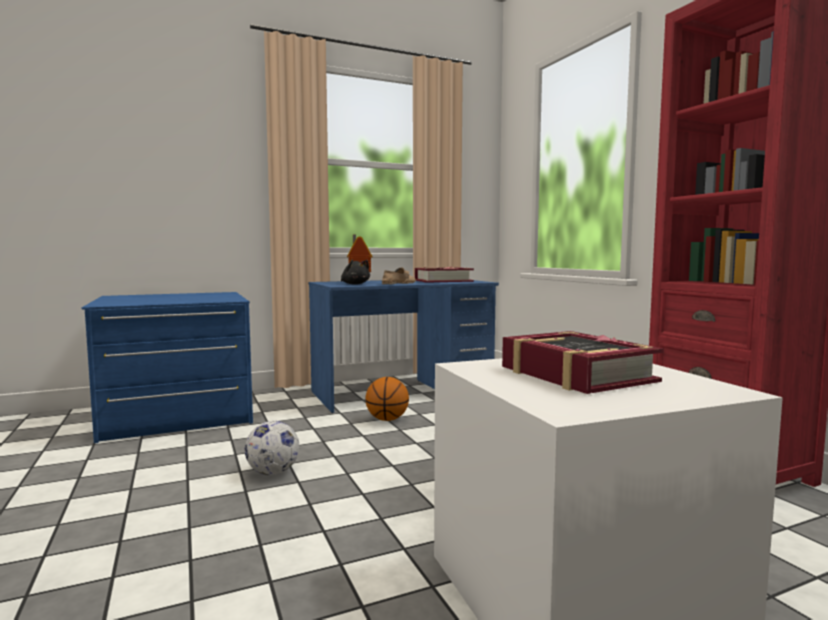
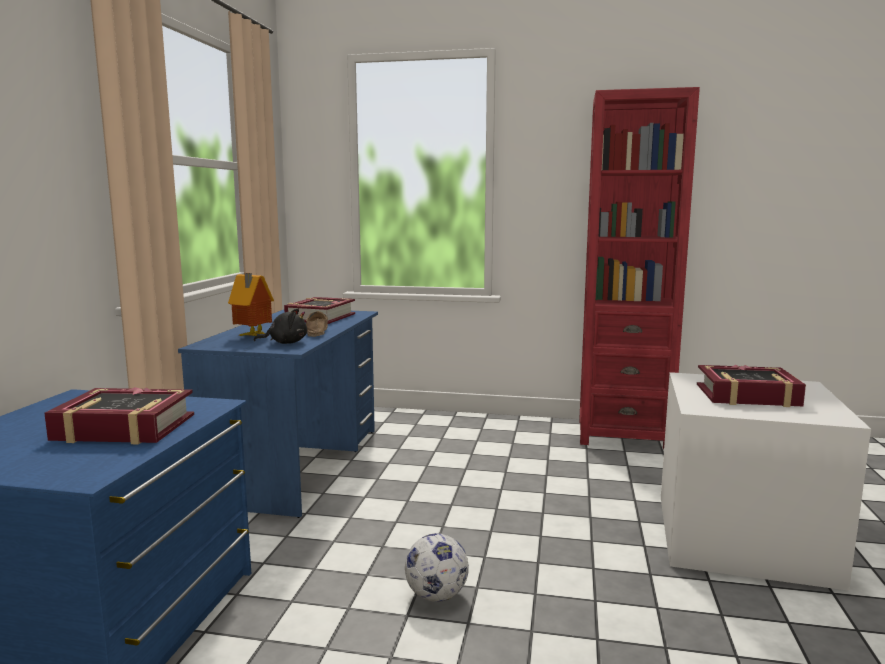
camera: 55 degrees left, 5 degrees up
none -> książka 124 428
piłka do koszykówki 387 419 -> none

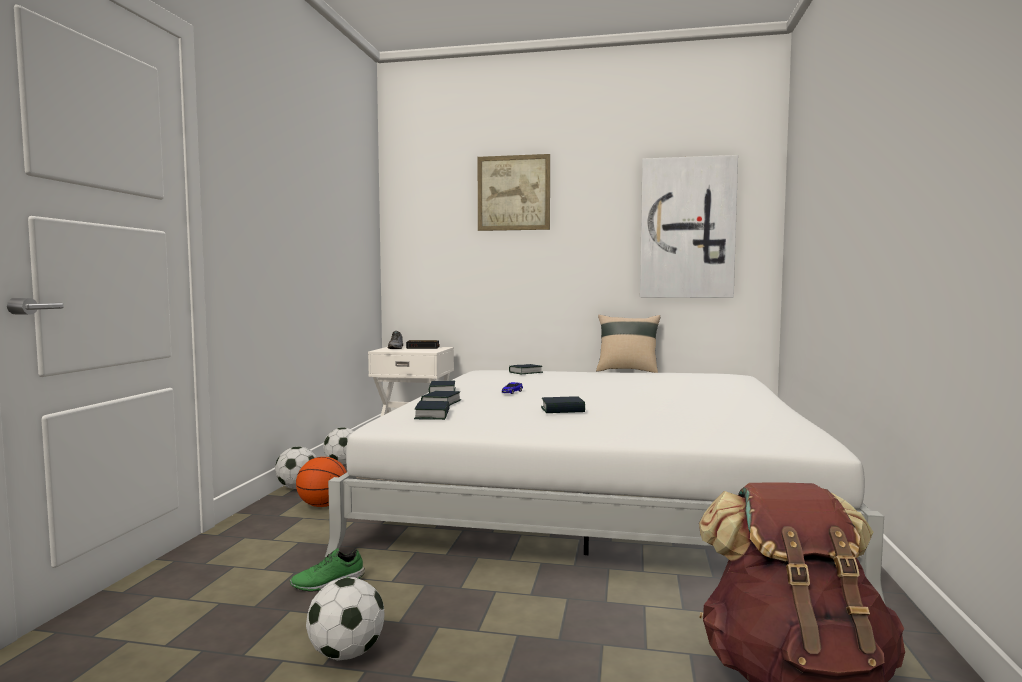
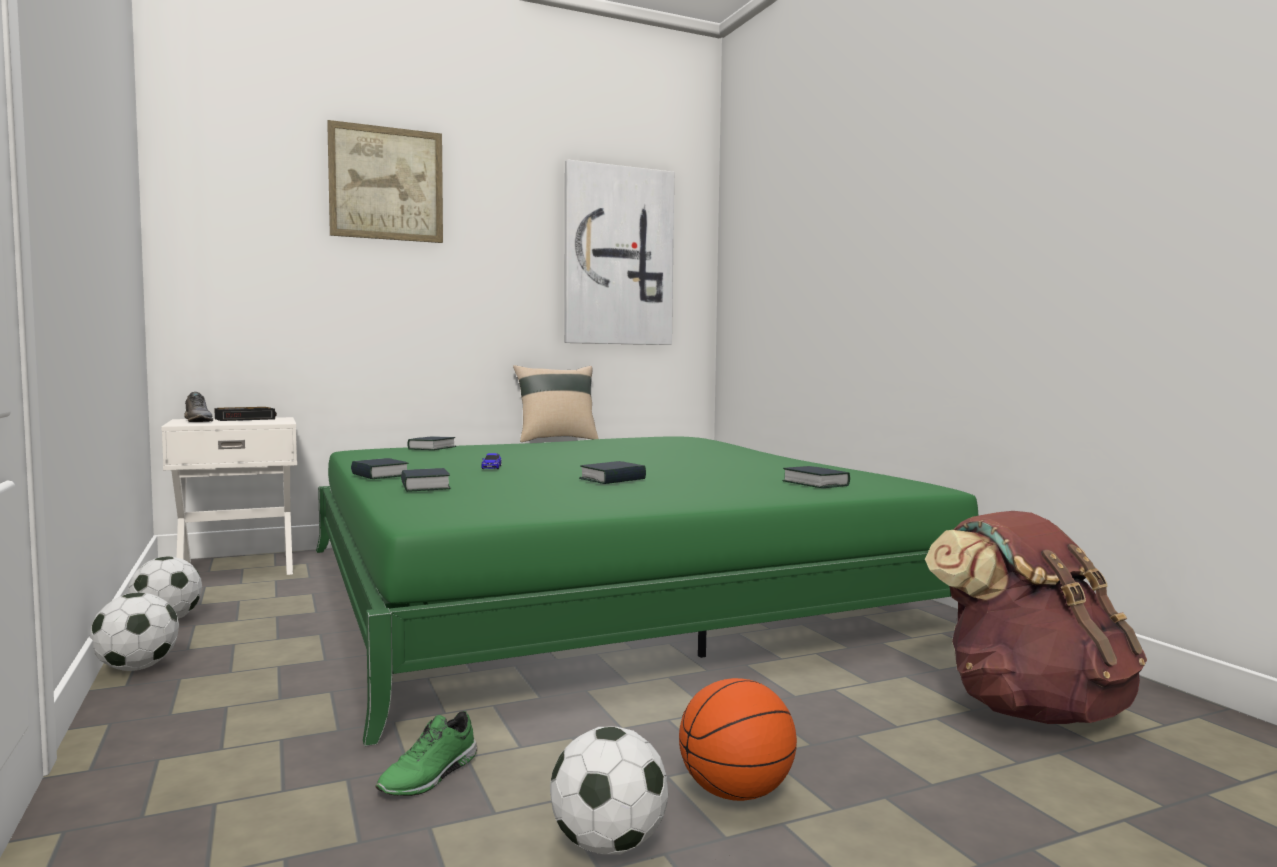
camera: 35 degrees left, 0 degrees up
łóżko (biały) 596 488 -> łóżko (zielony) 601 587
piłka do koszykówki 322 505 -> piłka do koszykówki 735 794, move
książka 432 415 -> książka 815 484, move

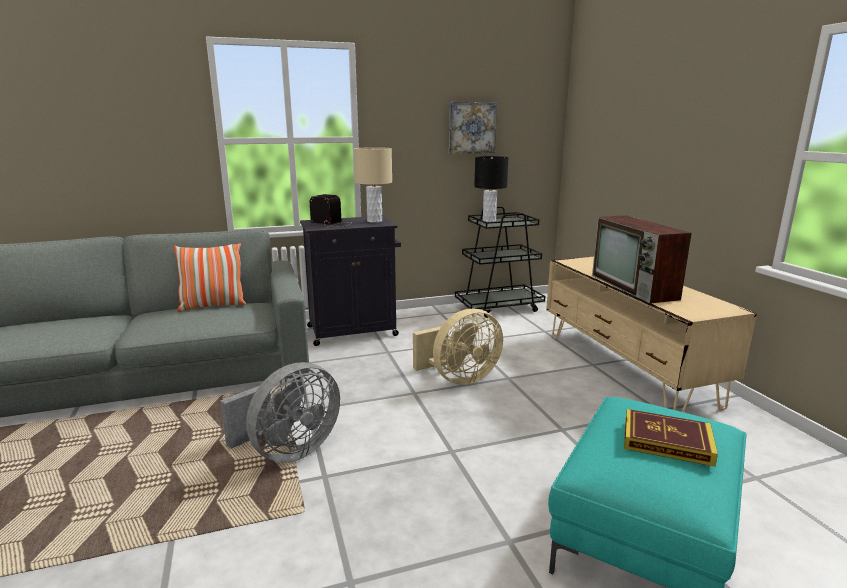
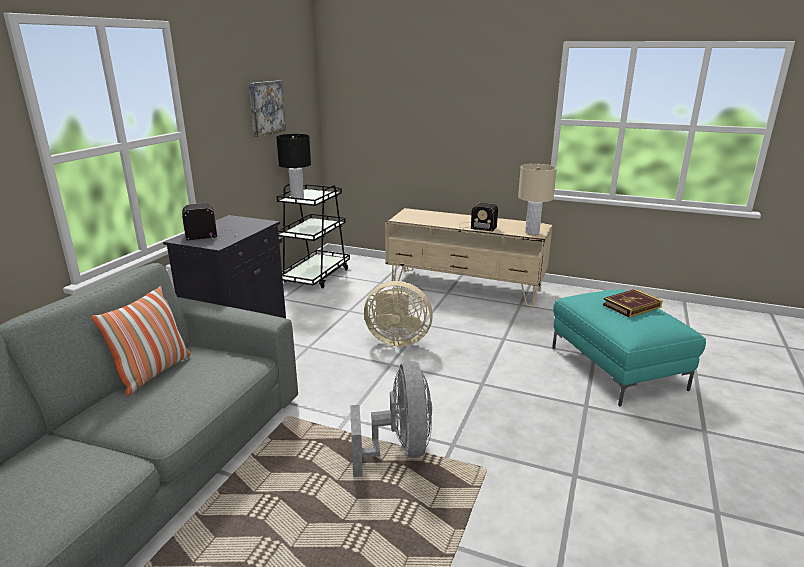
camera: 50 degrees left, 5 degrees up
wentylator (beżowy) 459 379 -> wentylator (beżowy) 397 340, 90 degrees clockwise
telewizor 635 287 -> radio 476 226
lampa stołowa (beżowy) 374 221 -> lampa stołowa (beżowy) 532 232, move

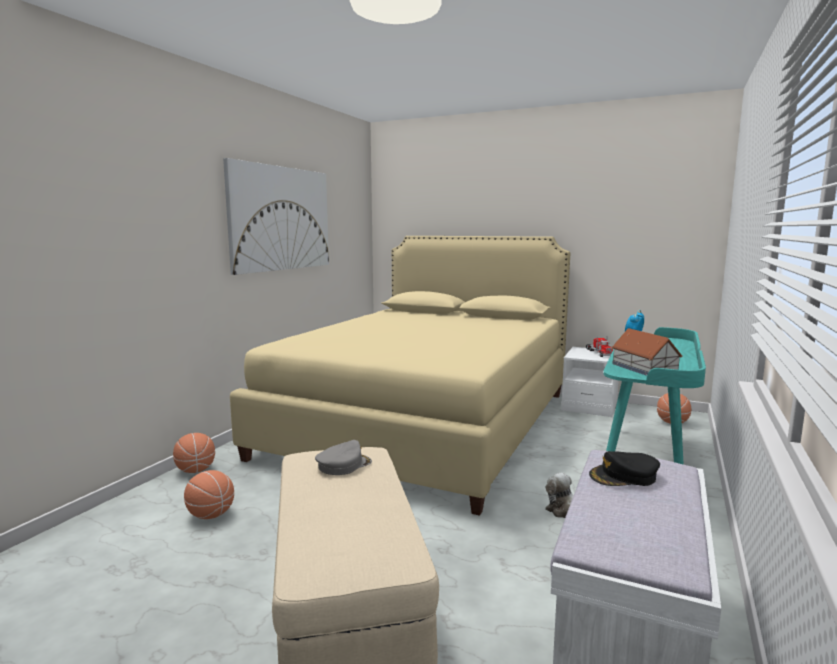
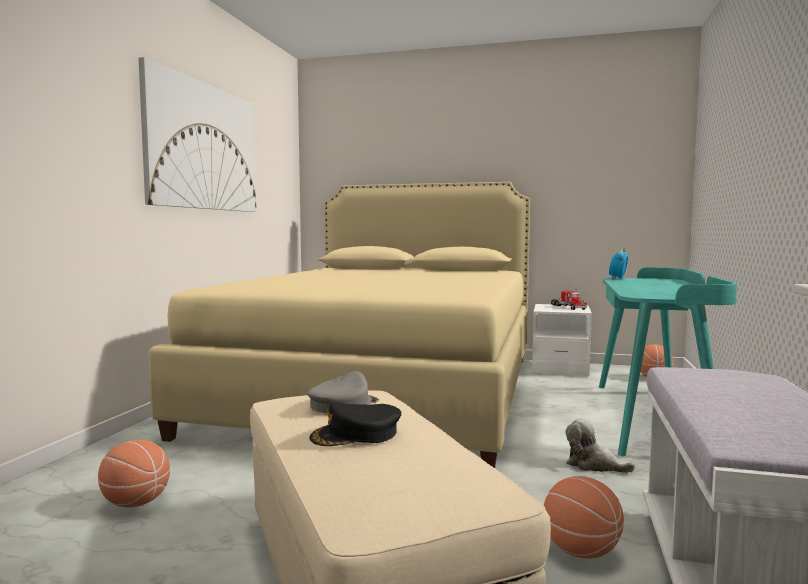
camera: 10 degrees left, 5 degrees down
czapka z daszkiem (czarny) 624 476 -> czapka z daszkiem (czarny) 356 435, move
piłka do koszykówki 195 470 -> piłka do koszykówki 581 552, move
domek 644 368 -> none

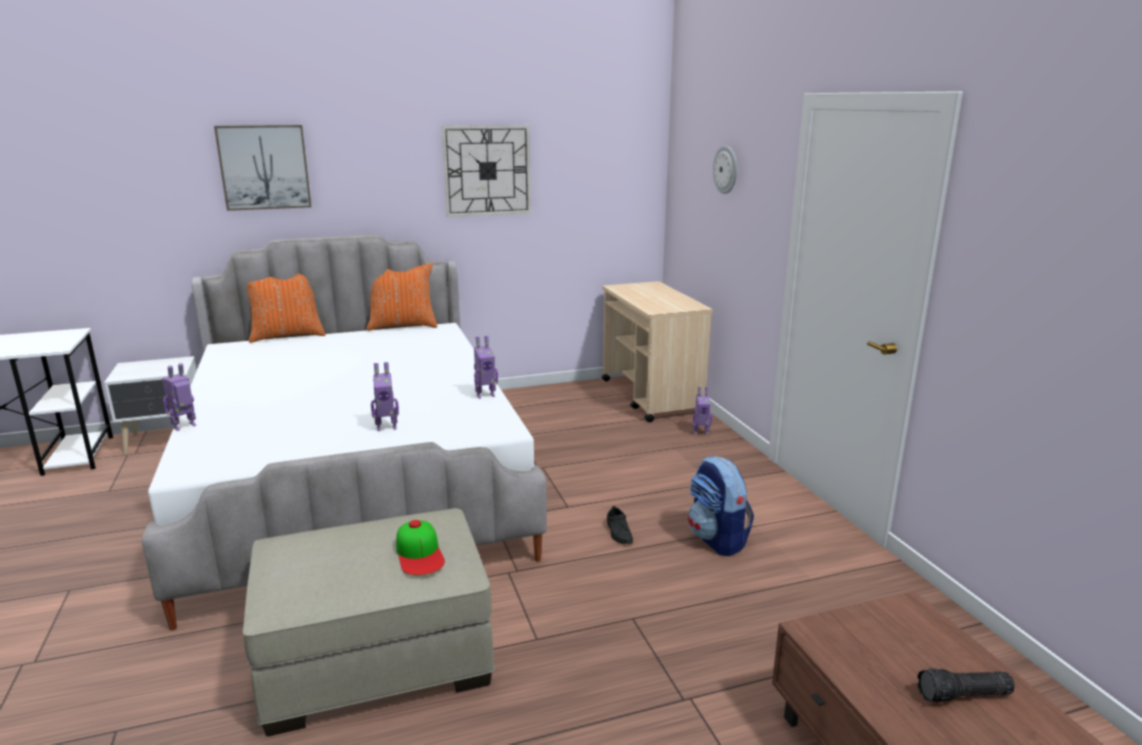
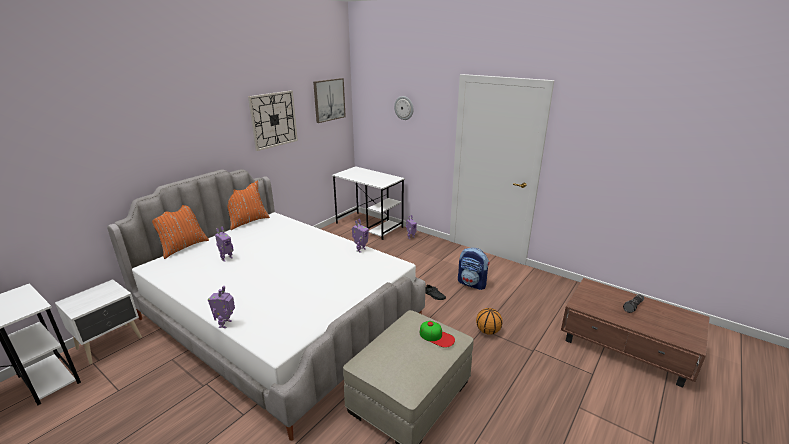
camera: 35 degrees left, 5 degrees up
robot zabawkowy 386 427 -> robot zabawkowy 226 258, move
obraz 264 167 -> obraz 329 100, move
wózek (beżowy) 651 397 -> biurko (biały) 369 225
none -> piłka do koszykówki 488 331

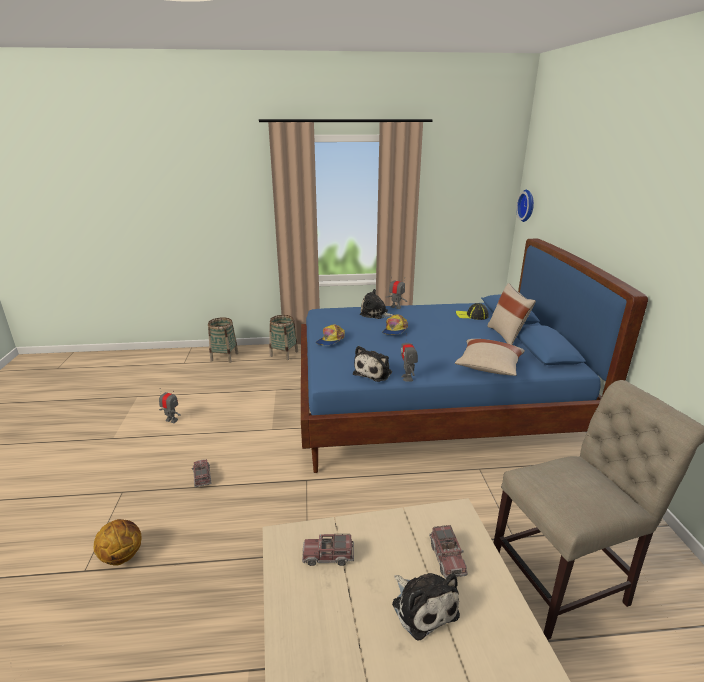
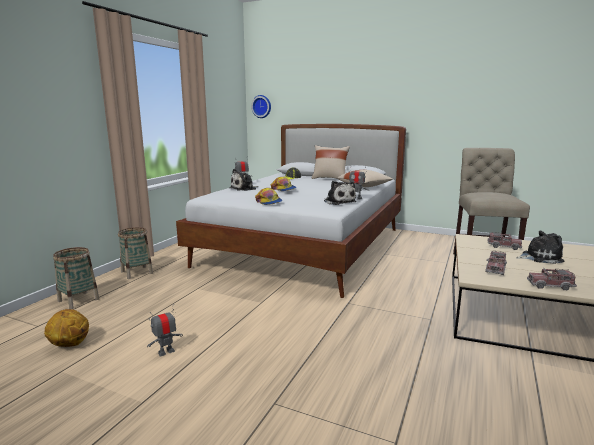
camera: 60 degrees left, 10 degrees down
piłka do koszykówki 122 555 -> piłka do koszykówki 69 344, move
łóżko (niebieski) 431 406 -> łóżko (biały) 306 247
ciężarówka zabawkowa 202 477 -> ciężarówka zabawkowa 550 285, move

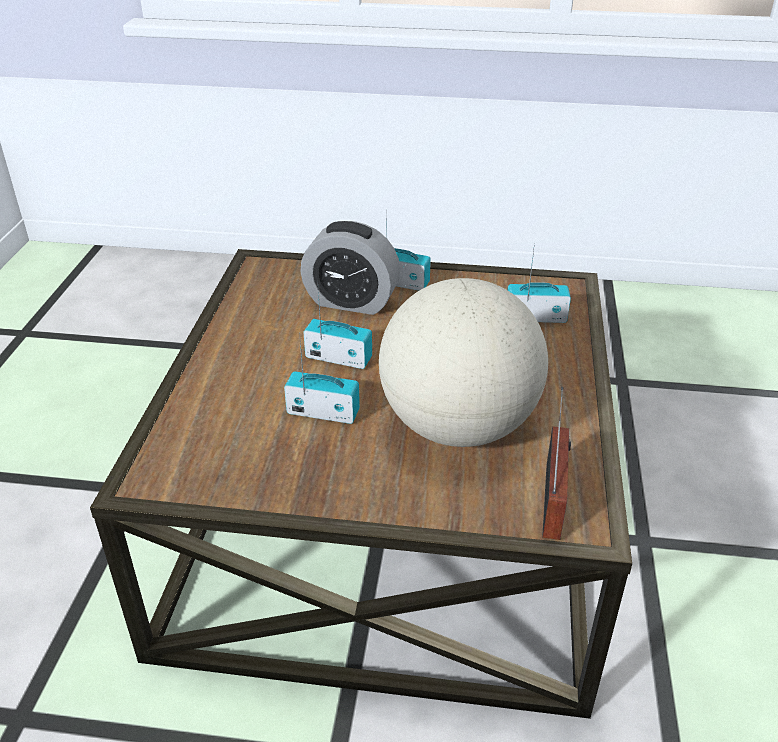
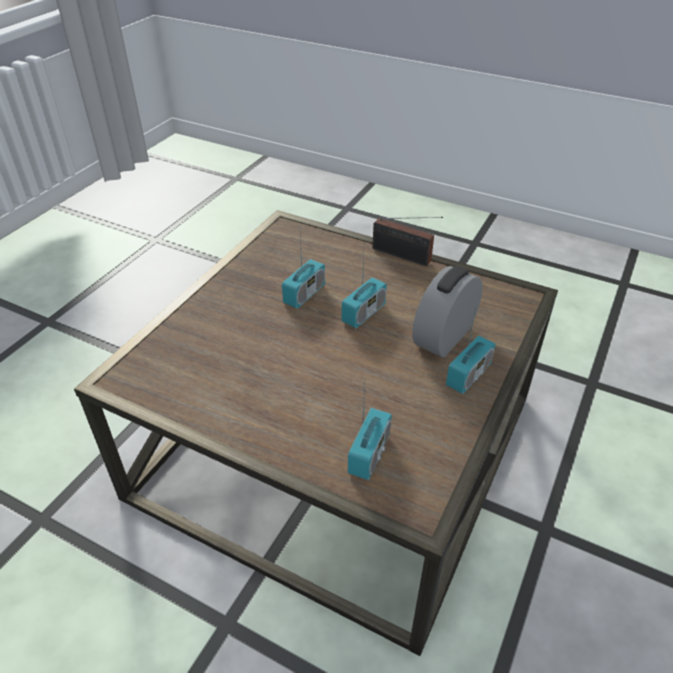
camera: 110 degrees right, 5 degrees up
radio 554 496 -> radio 404 256, move
globus 458 426 -> none

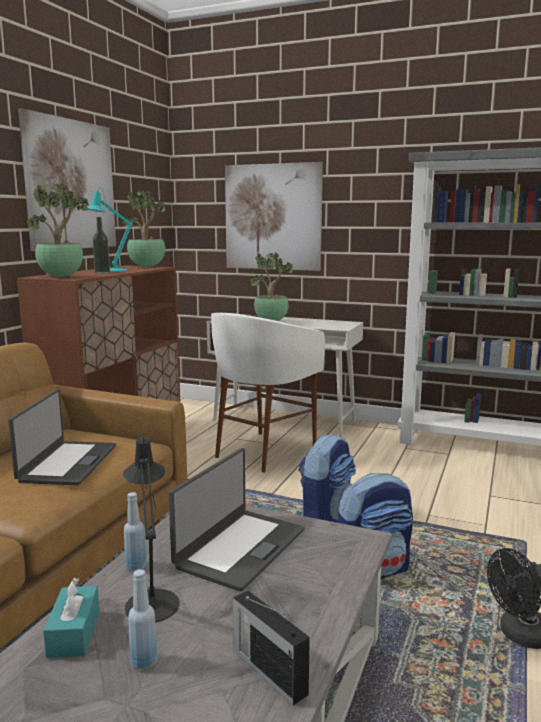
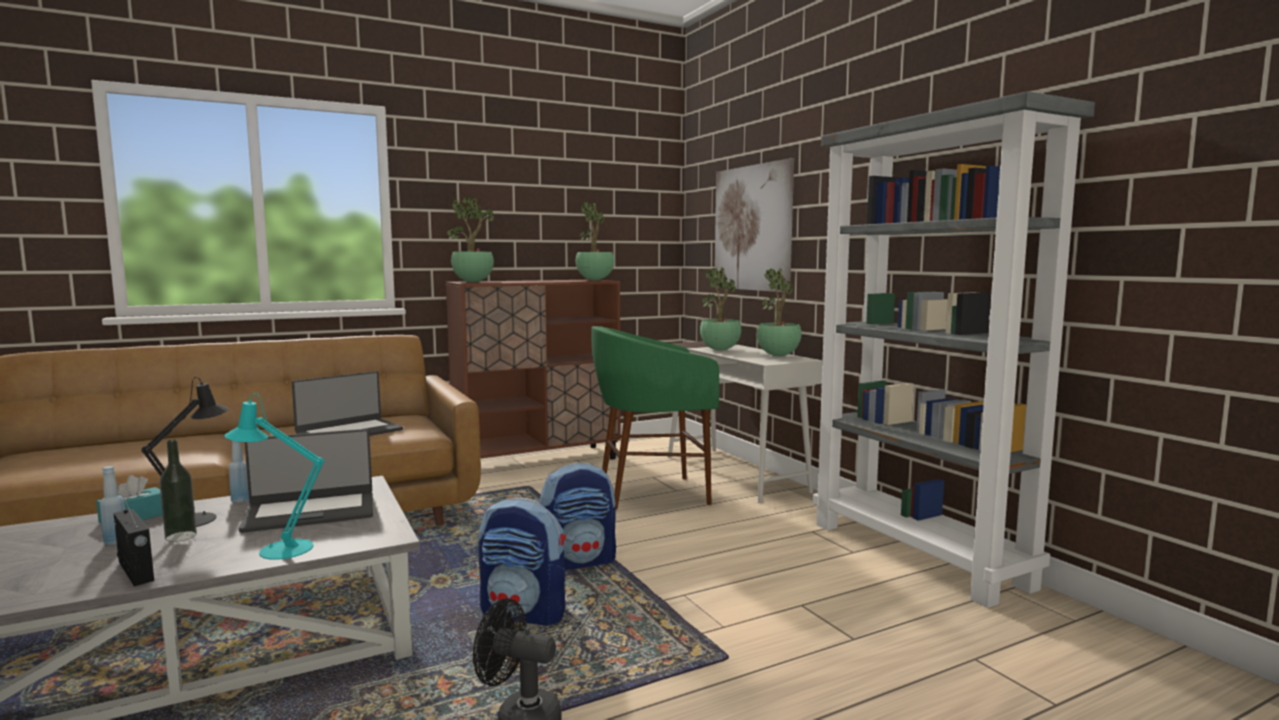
camera: 40 degrees right, 5 degrees down
radio 268 670 -> radio 135 571, 135 degrees clockwise
butelka 102 273 -> butelka 181 536, move
lampa stołowa (turkusowy) 111 270 -> lampa stołowa (turkusowy) 279 549, move
stołek (biały) 264 452 -> stołek (zielony) 652 494
none -> roślina doniczkowa 779 356
obraz 71 185 -> none

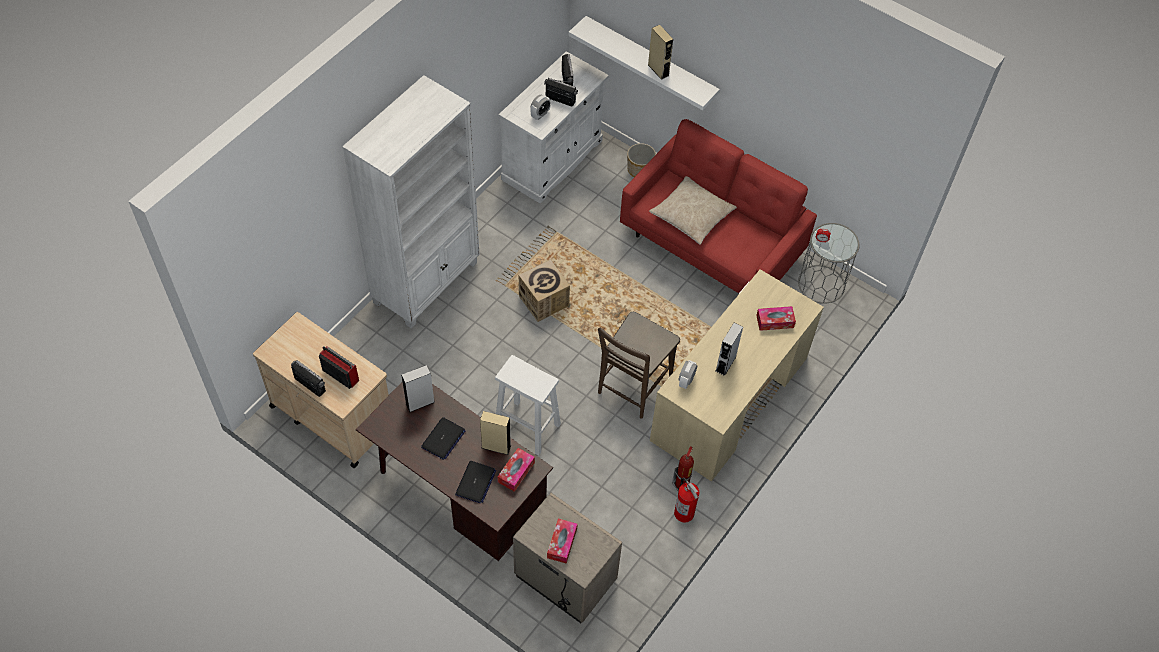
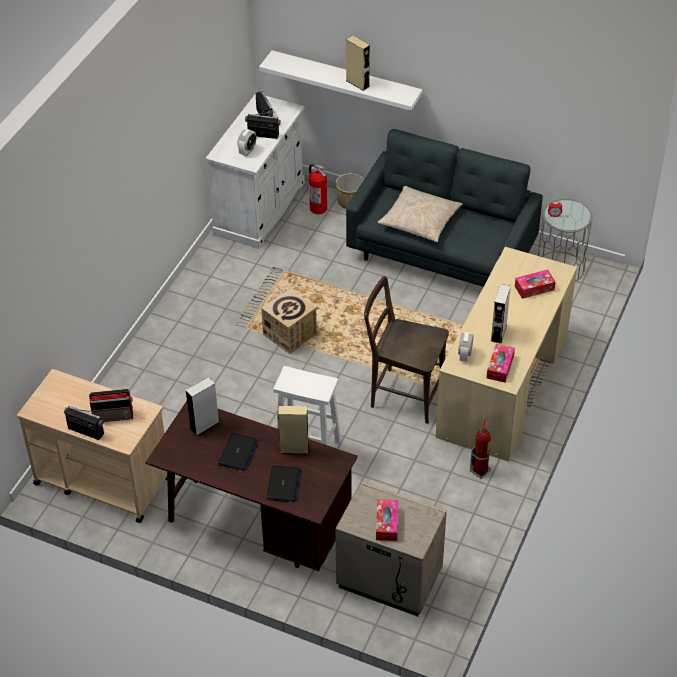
camera: 10 degrees left, 10 degrees down
radio 340 374 -> radio 114 416, 150 degrees clockwise
gaśnica 684 513 -> gaśnica 318 208, move
kanapa (czerwony) 711 245 -> kanapa (szary) 442 253
krzesło (brązowy) 632 388 -> krzesło (brązowy) 403 394, 90 degrees clockwise
pudełko chusteczek 516 472 -> pudełko chusteczek 500 367, move
regał (biały) 427 282 -> none

